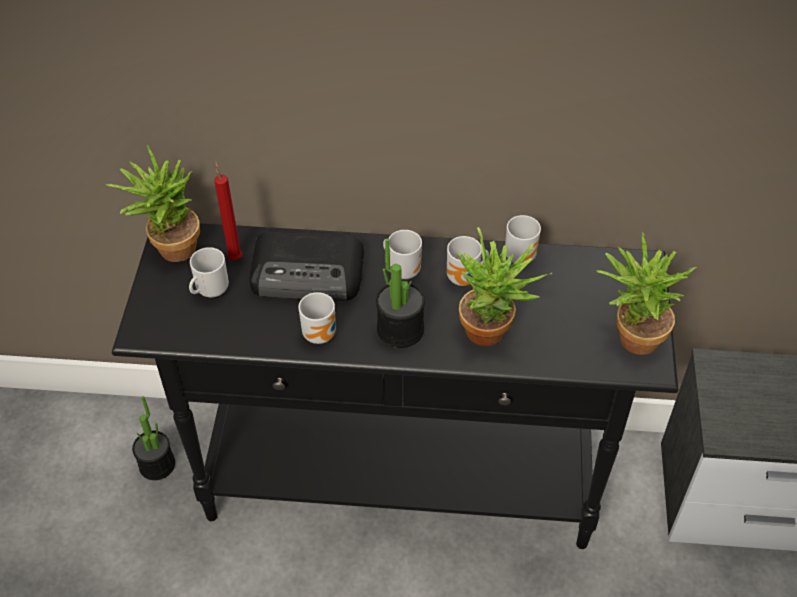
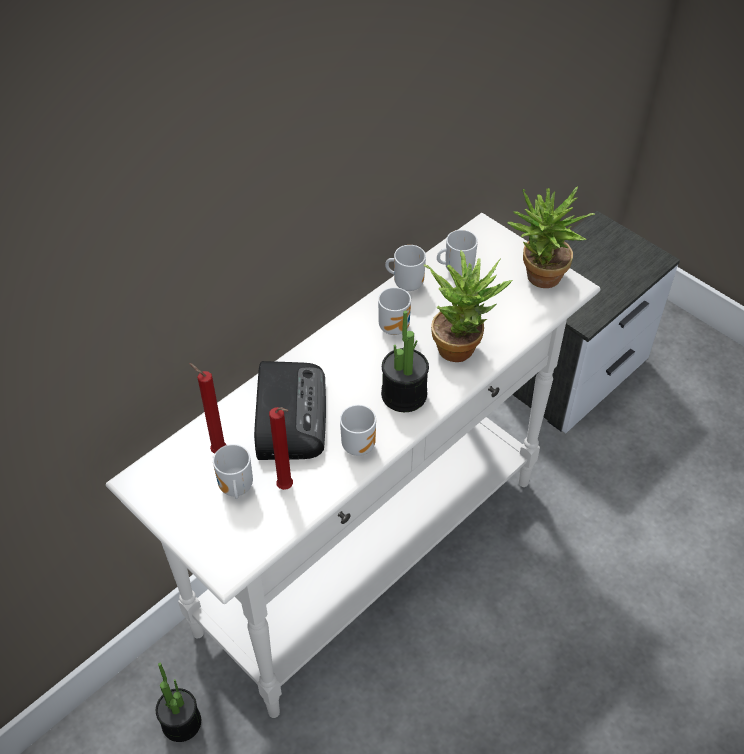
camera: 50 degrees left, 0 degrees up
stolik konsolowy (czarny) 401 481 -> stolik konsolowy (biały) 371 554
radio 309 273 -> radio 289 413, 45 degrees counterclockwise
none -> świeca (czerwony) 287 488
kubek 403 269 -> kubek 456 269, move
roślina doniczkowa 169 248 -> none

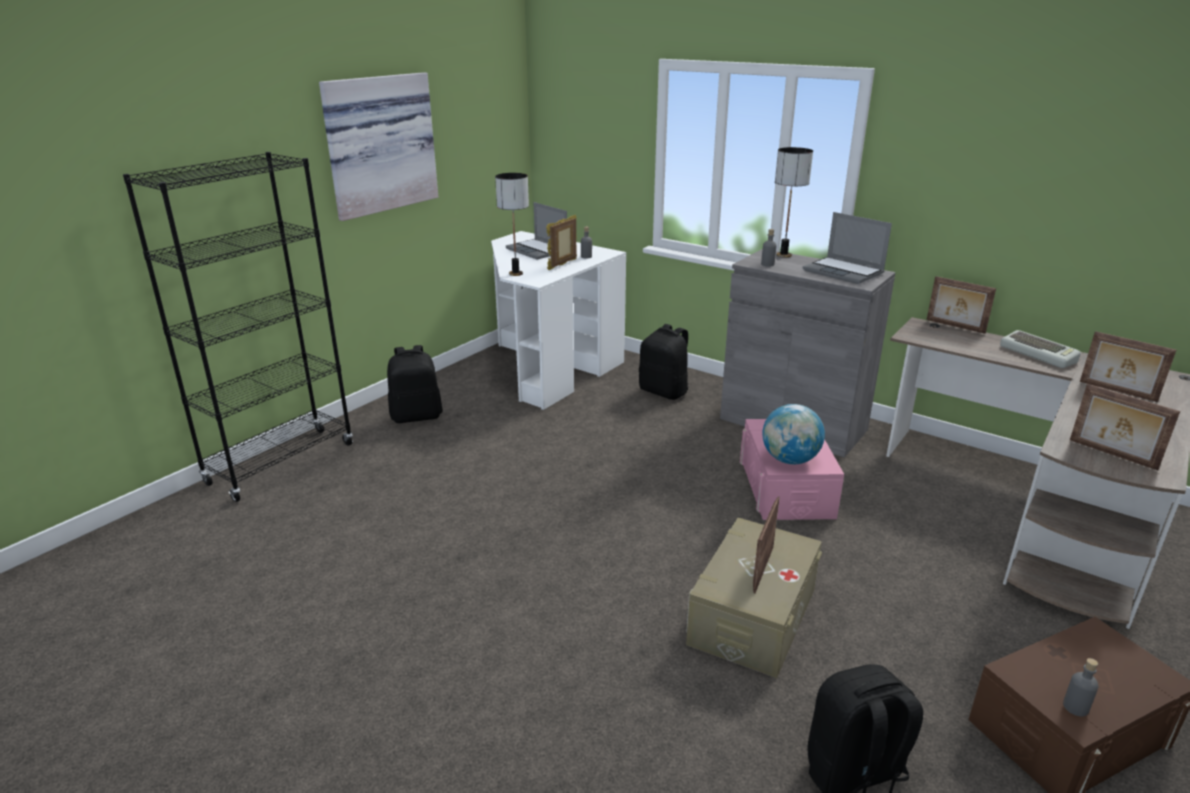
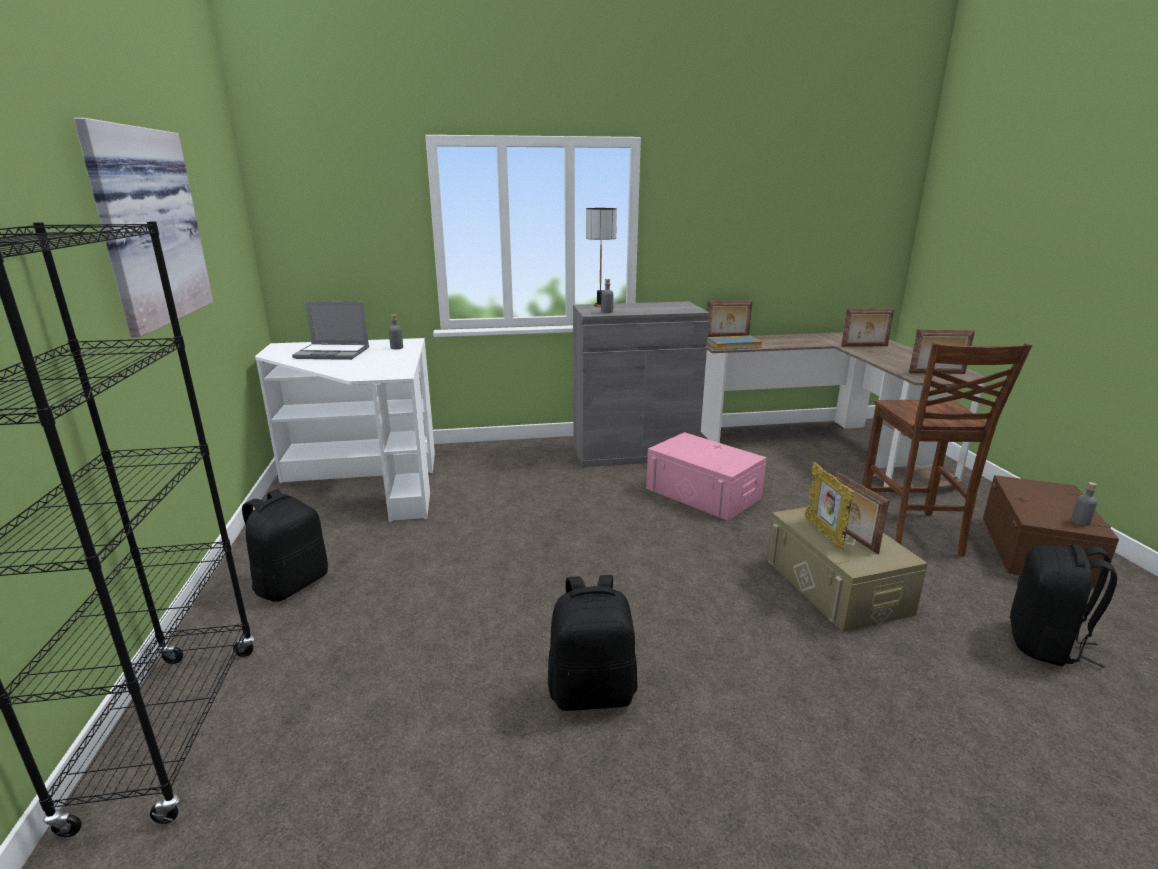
camera: 45 degrees left, 5 degrees down
plecak (czarny) 664 391 -> plecak (czarny) 592 691, move
none -> książka 733 345
ramka na zdjęcie 563 265 -> ramka na zdjęcie 824 534, move
none -> krzesło (brązowy) 910 534
lampa stołowa 516 273 -> none
globus 789 460 -> none
laptop 844 272 -> none
klawiatura 1039 354 -> none

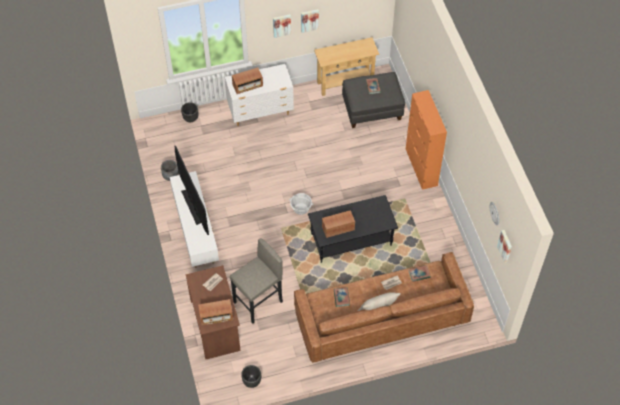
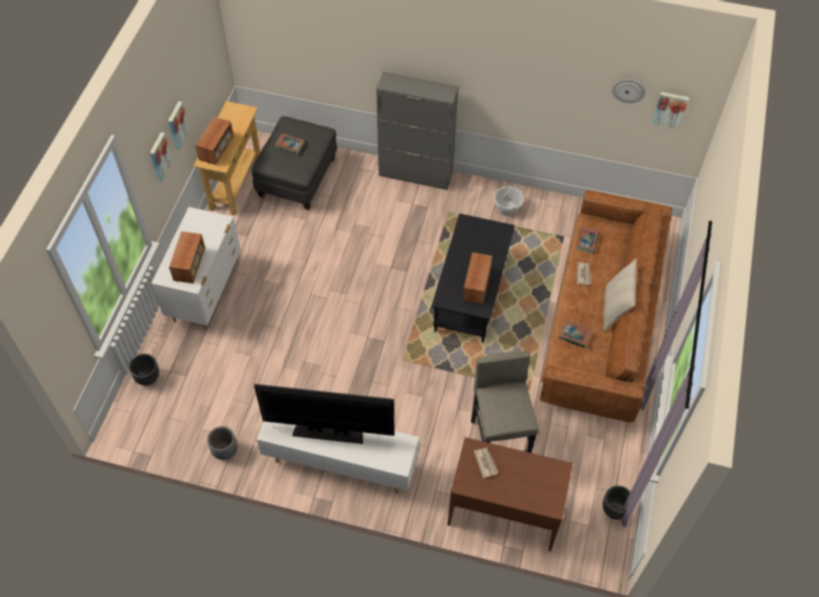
camera: 60 degrees left, 0 degrees up
radio 216 316 -> radio 216 148, move
szafka (pomarańczowy) 421 167 -> szafka (szary) 416 174
koszyk 301 208 -> koszyk 507 208, move

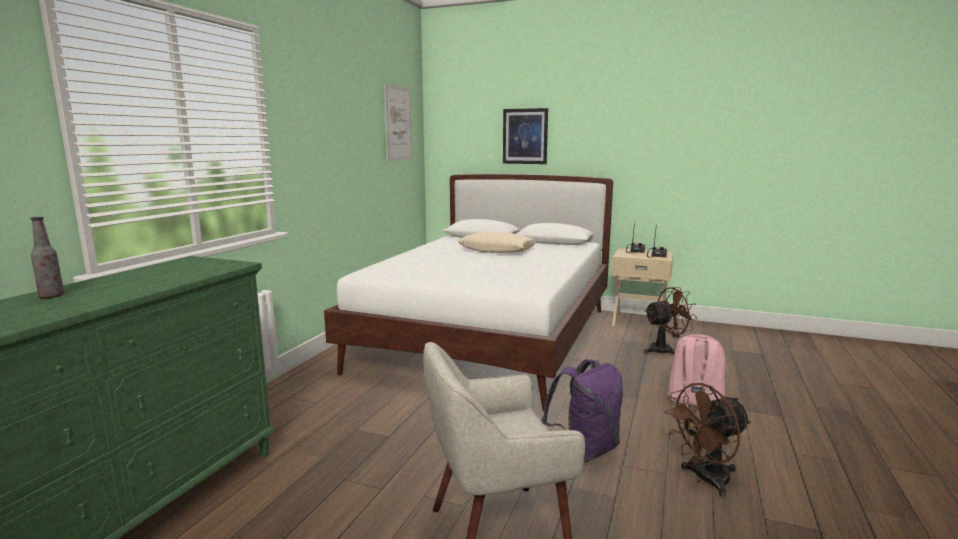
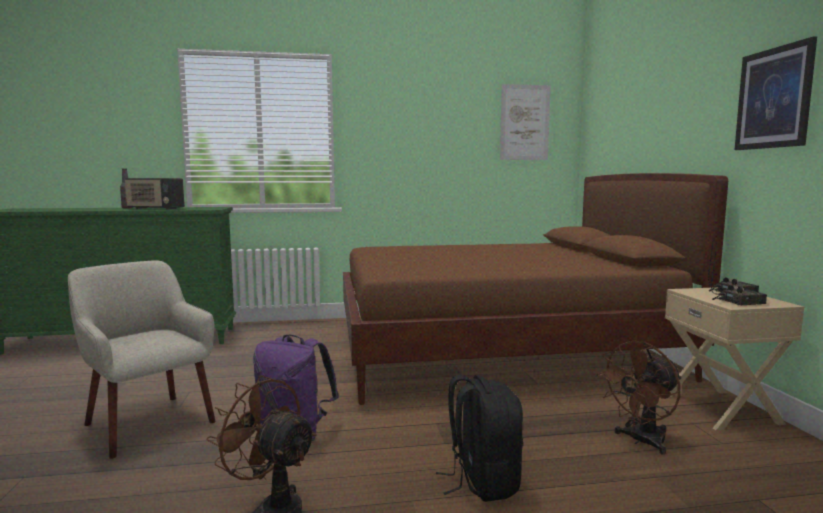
camera: 60 degrees right, 5 degrees down
none -> radio 155 209
łóżko (biały) 490 338 -> łóżko (brązowy) 498 351
plecak (różowy) 694 402 -> plecak (czarny) 482 482
wentylator (brązowy) 665 350 -> wentylator (brązowy) 641 441, 105 degrees clockwise
obraz 525 136 -> obraz 774 98, move
poduszka (beżowy) 497 251 -> none

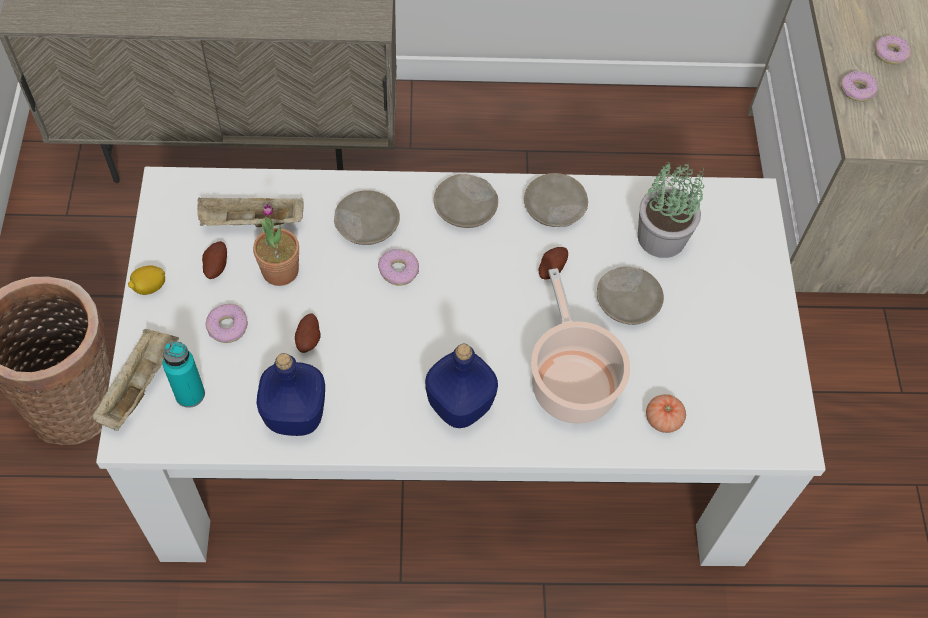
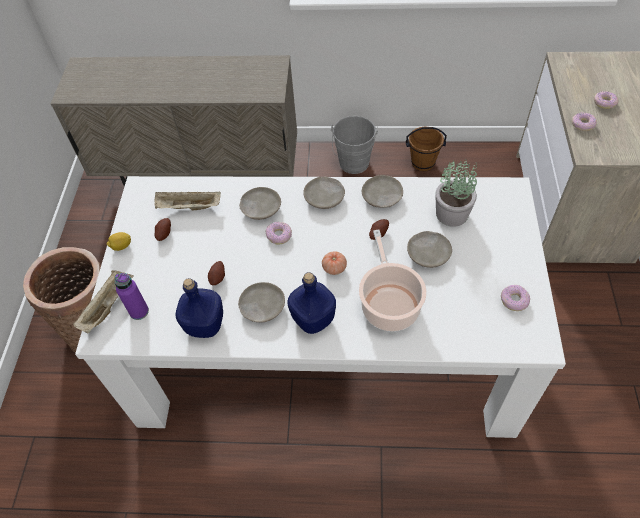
camera: 10 degrees right, 5 degrees down
butelka (turkusowy) 190 394 -> butelka (fioletowy) 139 311
none -> talerz (beżowy) 262 306
pomidor 663 419 -> pomidor 334 268, move
none -> wiadro (szary) 353 165
none -> wiadro (brązowy) 423 162
donut 227 327 -> donut 514 300, move
roślina doniczkowa 280 270 -> none

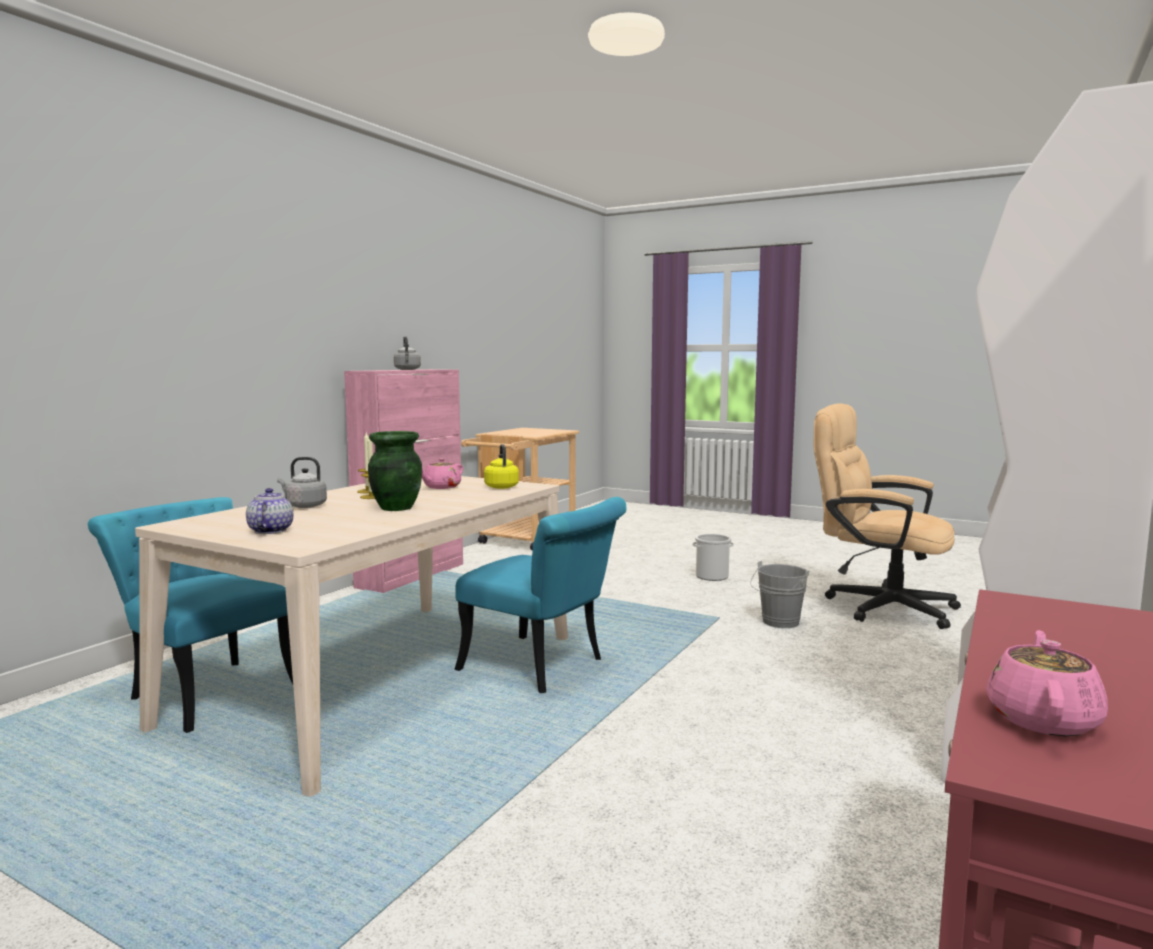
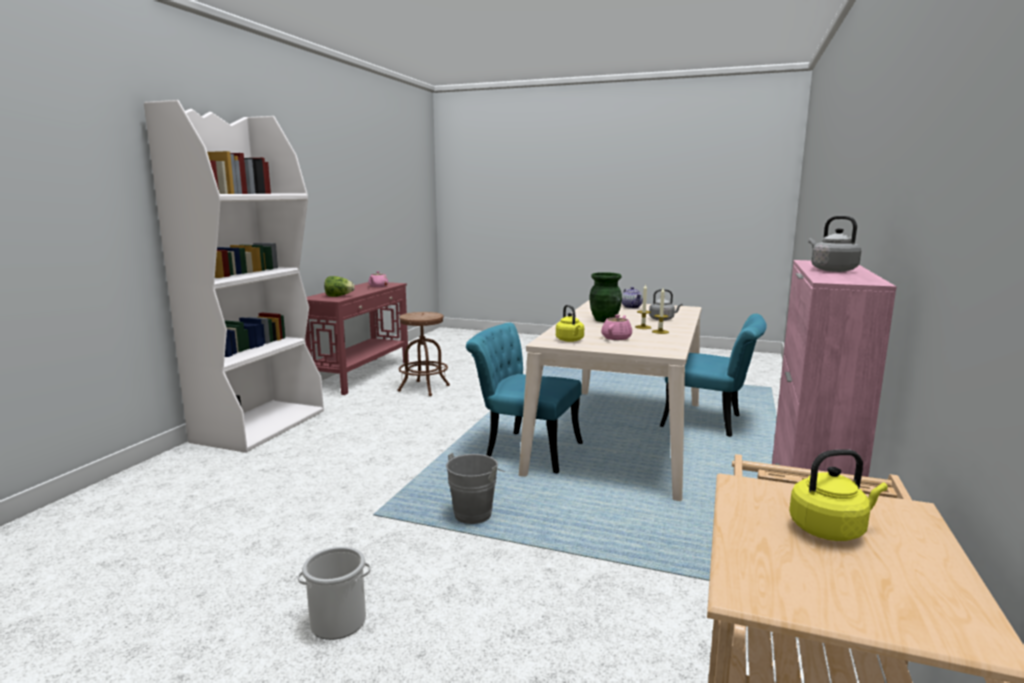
camera: 170 degrees right, 5 degrees up
none -> sałata 338 296
none -> stołek (brązowy) 424 388
wiadro (szary) 778 623 -> wiadro (szary) 475 513, move
none -> czajnik (żółty) 830 529
krzesło biurowe (beżowy) 878 606 -> none

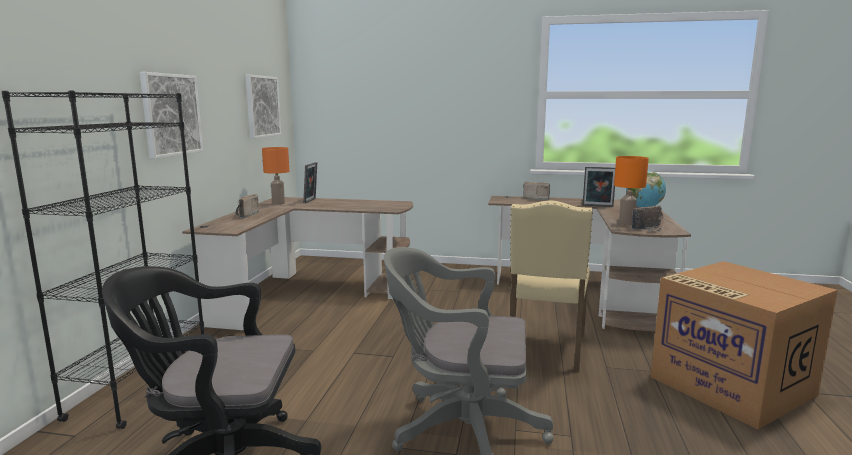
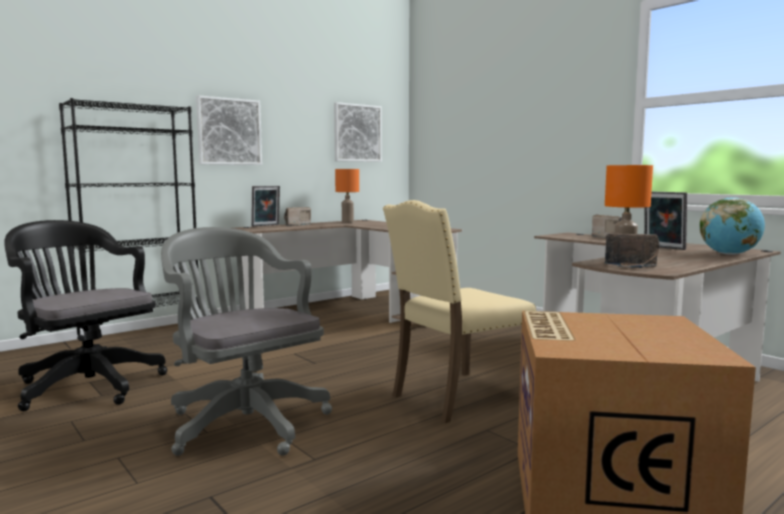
camera: 40 degrees right, 5 degrees down
ramka na zdjęcie 311 200 -> ramka na zdjęcie 266 225, move

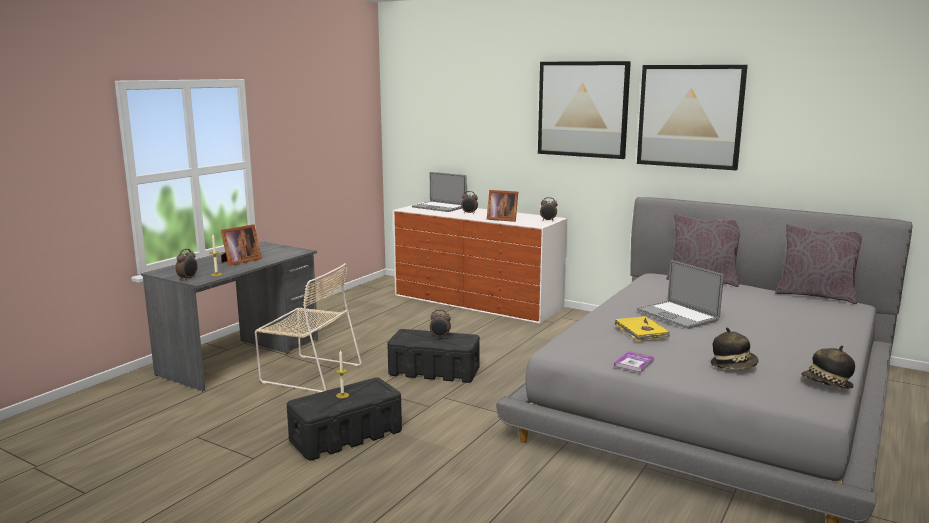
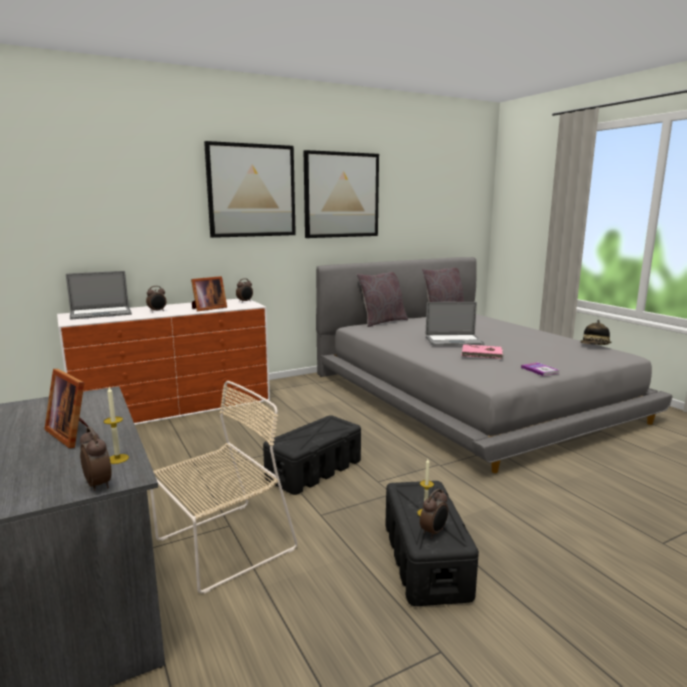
camera: 60 degrees left, 0 degrees up
ramka na zdjęcie 239 261 -> ramka na zdjęcie 72 434, 150 degrees clockwise
budzik 440 337 -> budzik 434 532, move
książka (żółty) 640 331 -> książka (różowy) 482 354
kapelusz 733 366 -> none

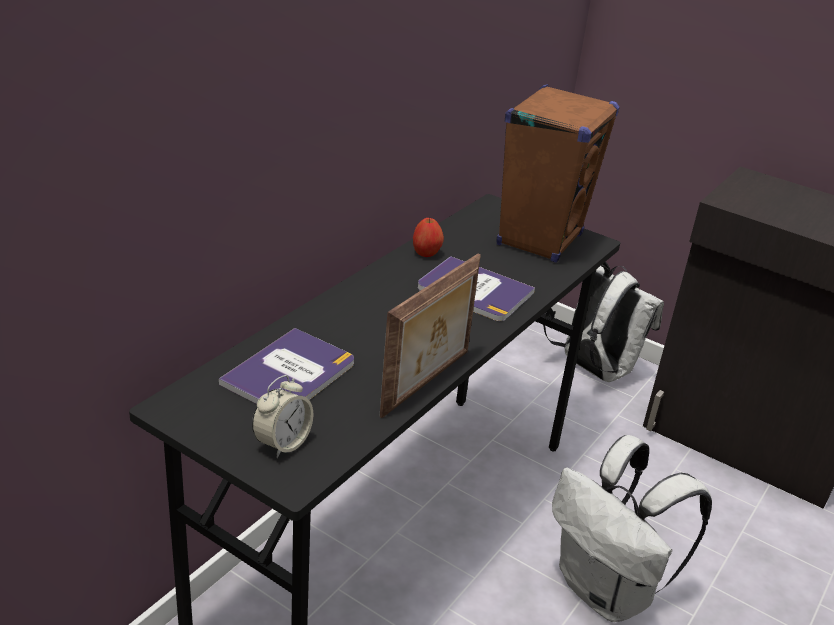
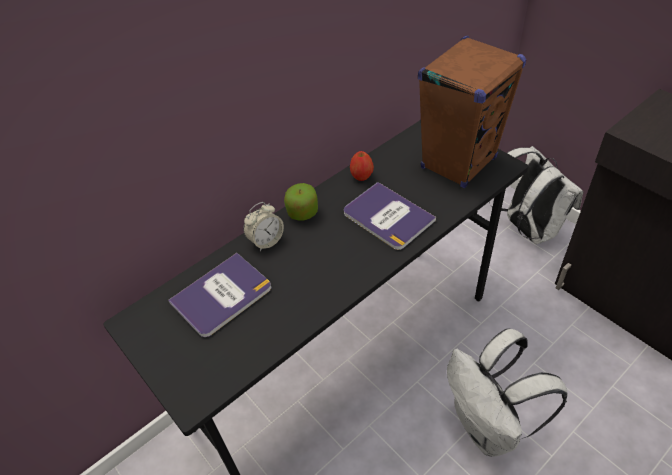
camera: 20 degrees right, 15 degrees up
budzik 282 443 -> budzik 266 241, move
none -> jabłko 302 212
ramka na zdjęcie 428 383 -> none

